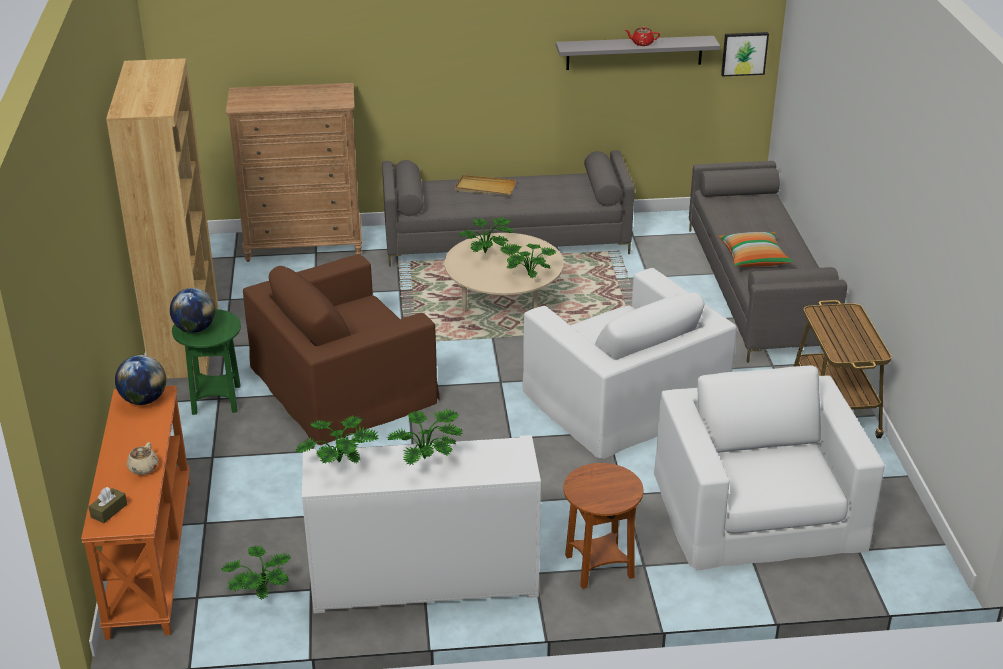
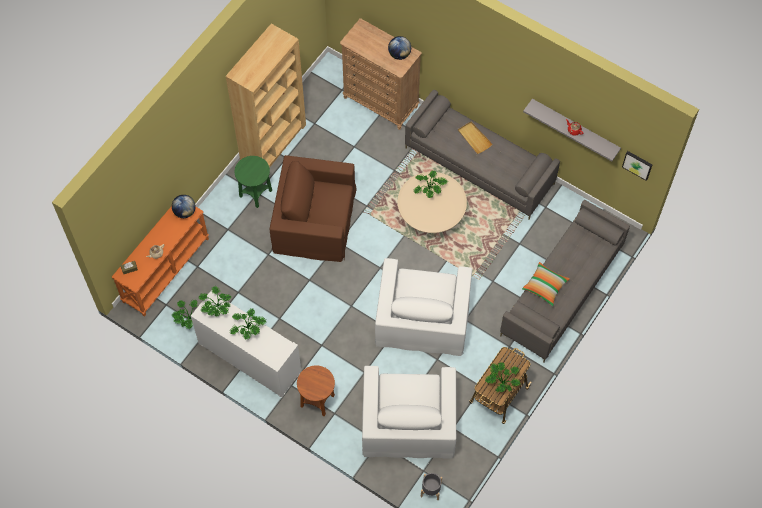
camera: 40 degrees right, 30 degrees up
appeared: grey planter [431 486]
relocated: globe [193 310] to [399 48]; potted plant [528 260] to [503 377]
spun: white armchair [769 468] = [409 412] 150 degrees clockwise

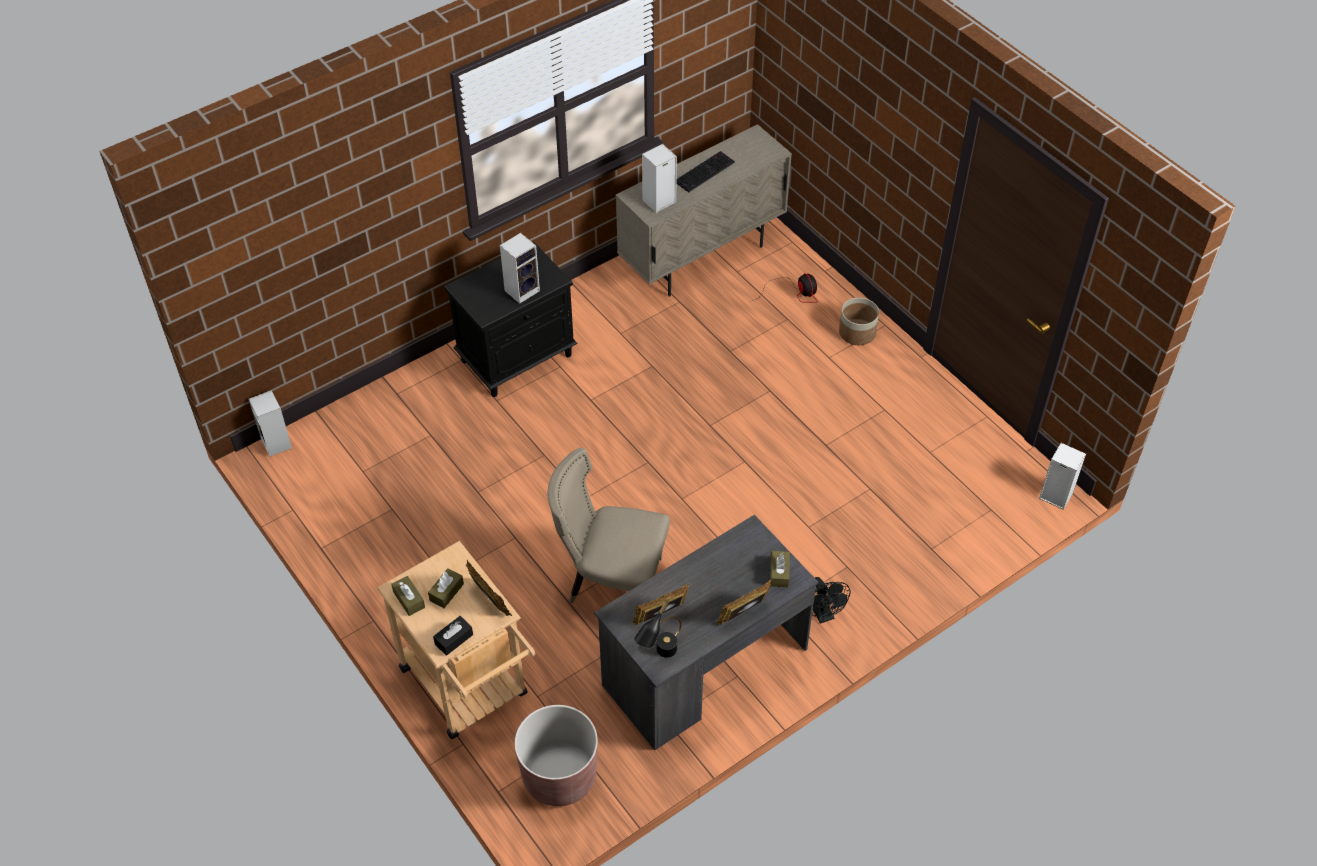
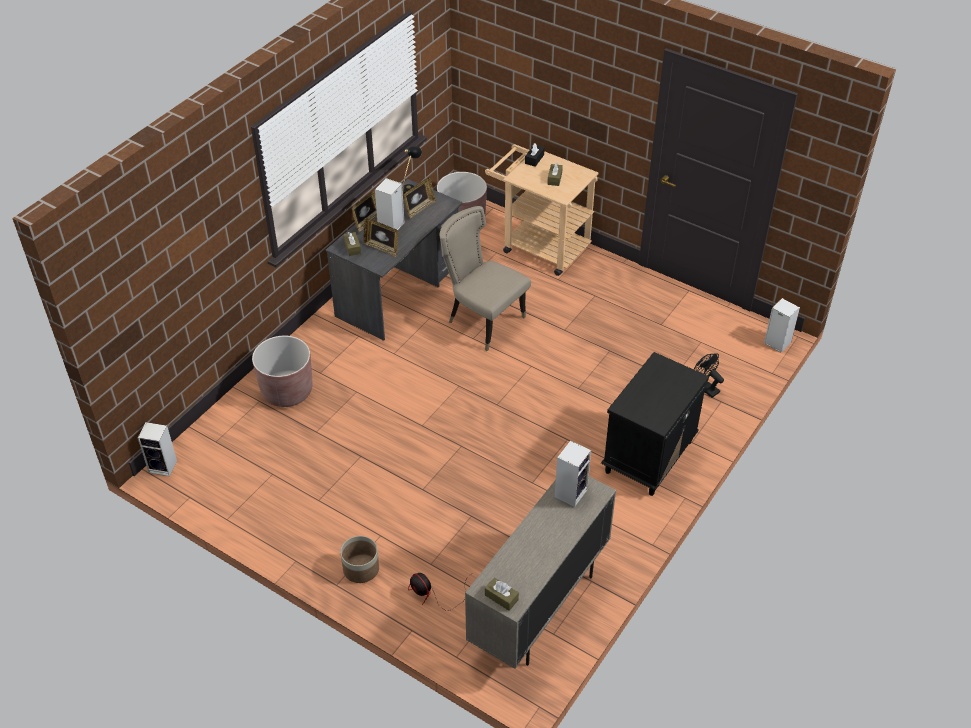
camera: 160 degrees right, 5 degrees down
missing: keyboard [705 171]
appeared: brown planter [282 371]
relocated: brown tissue box [408 596] to [502 594]; picture frame [489 588] to [380 237]; speaker [520 268] to [390 204]; black fan [831 600] to [709 375]
spun: beige chair [608 526] = [485 278] 135 degrees counterclockwise

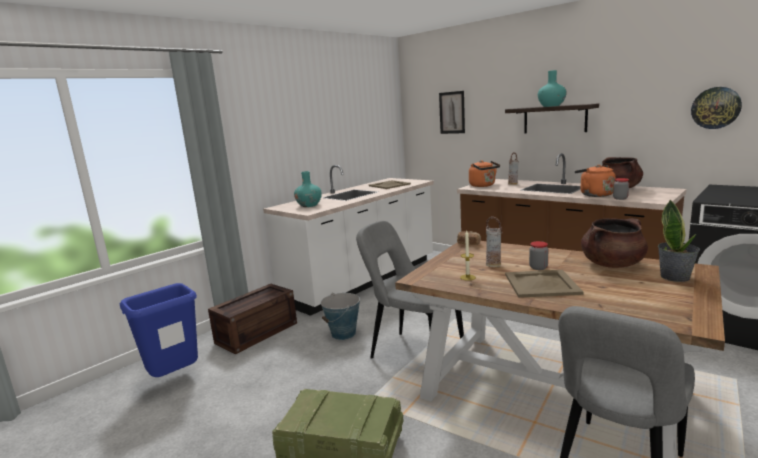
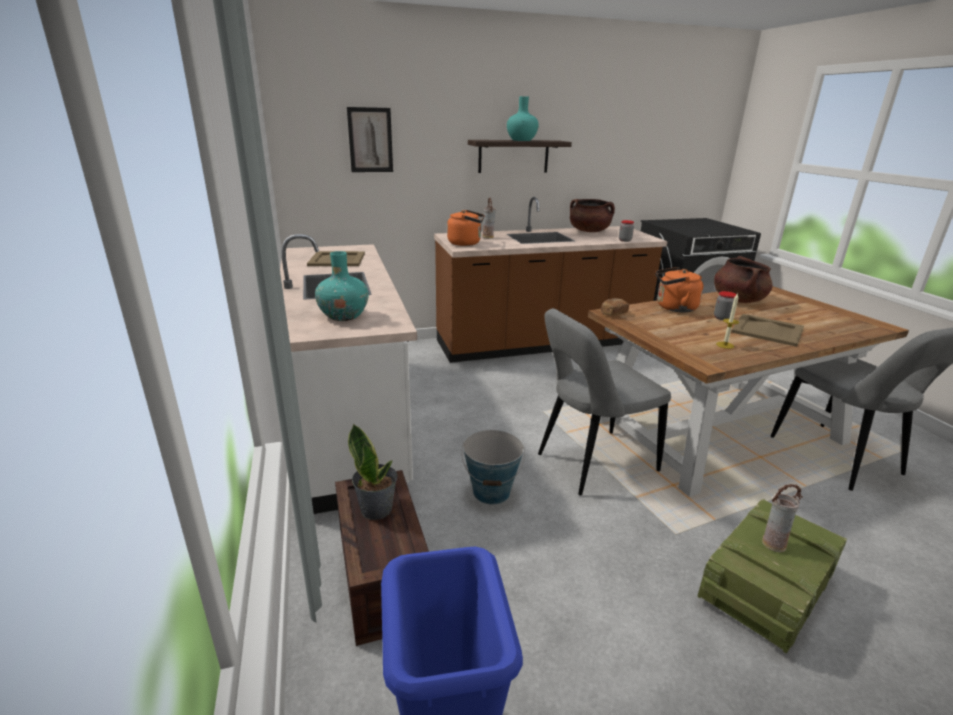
camera: 60 degrees left, 10 degrees up
missing: wall clock [716 108]
relocated: vase [494 241] to [782 518]; orange kettle [595 181] to [679 289]; potted plant [679 240] to [372 471]

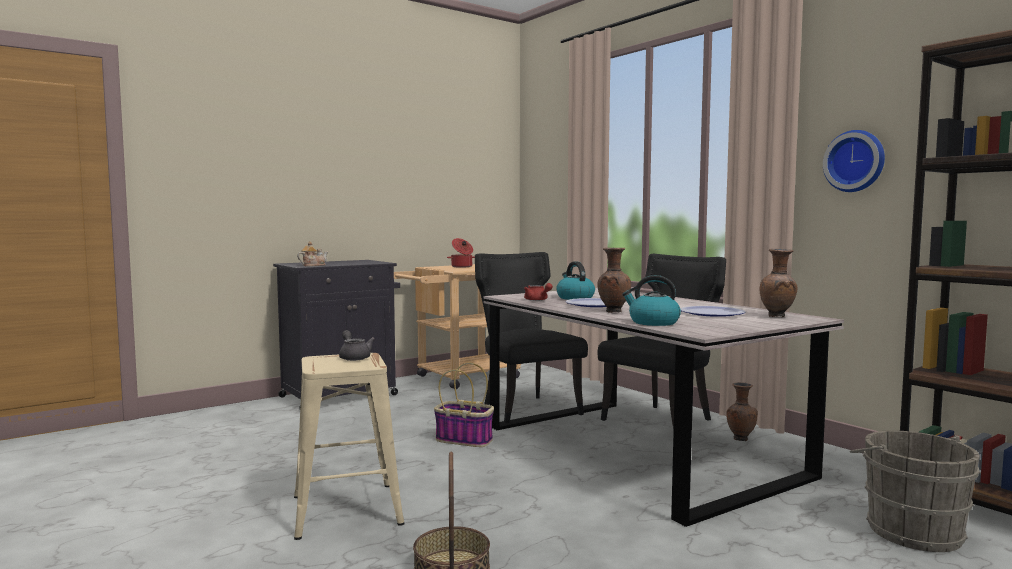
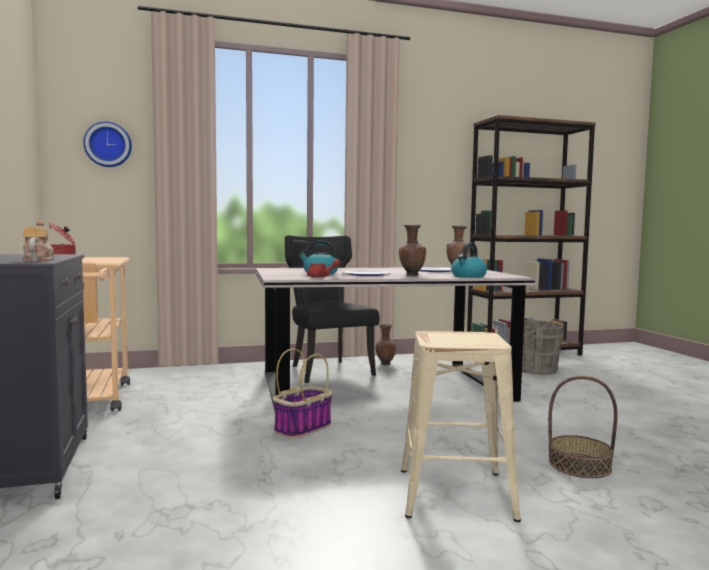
camera: 70 degrees left, 0 degrees up
missing: grey teapot [357 345]; black chair [531 337]
relocated: wall clock [854 161] to [107 144]

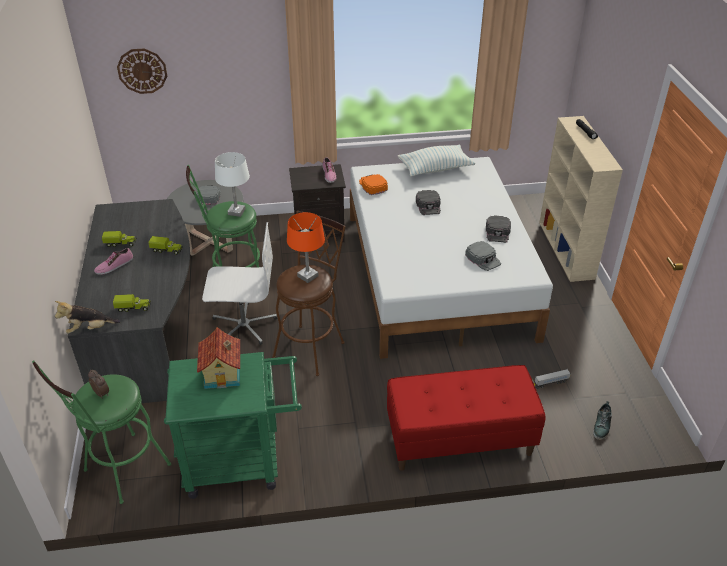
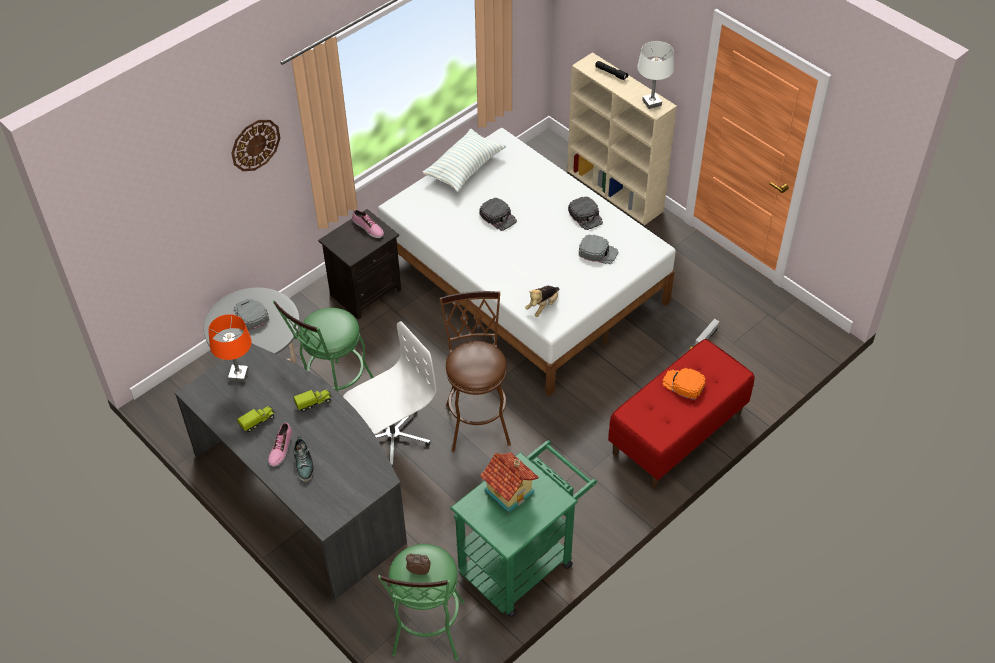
camera: 35 degrees left, 10 degrees up
missing: toy truck [132 303]
relocated: plush toy [87 317] to [542 301]; wall clock [142 71] to [255 145]; white table lamp [232 184] to [655 75]; orange table lamp [306 247] to [230 348]; orange cap [373 184] to [684 384]; shoe [602 420] to [303 459]

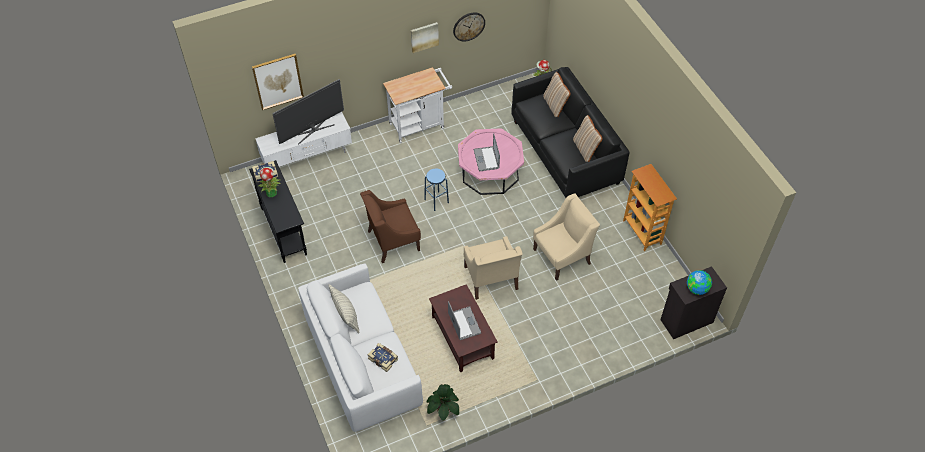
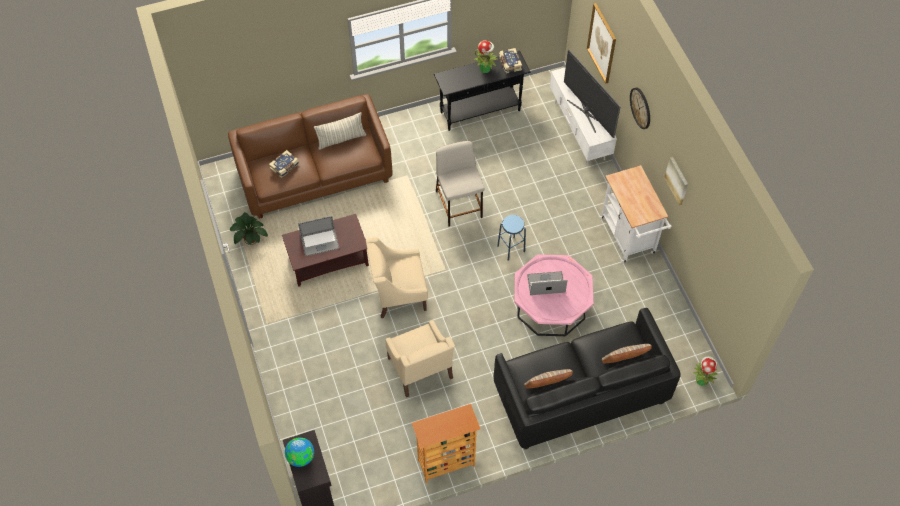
camera: 95 degrees right, 5 degrees up
relocated: wall clock [469 26] to [640 108]
exchanged: brown armchair [390 226] to beige stool [460 184]
colour: white sofa [360 347] to brown sofa [310 156]

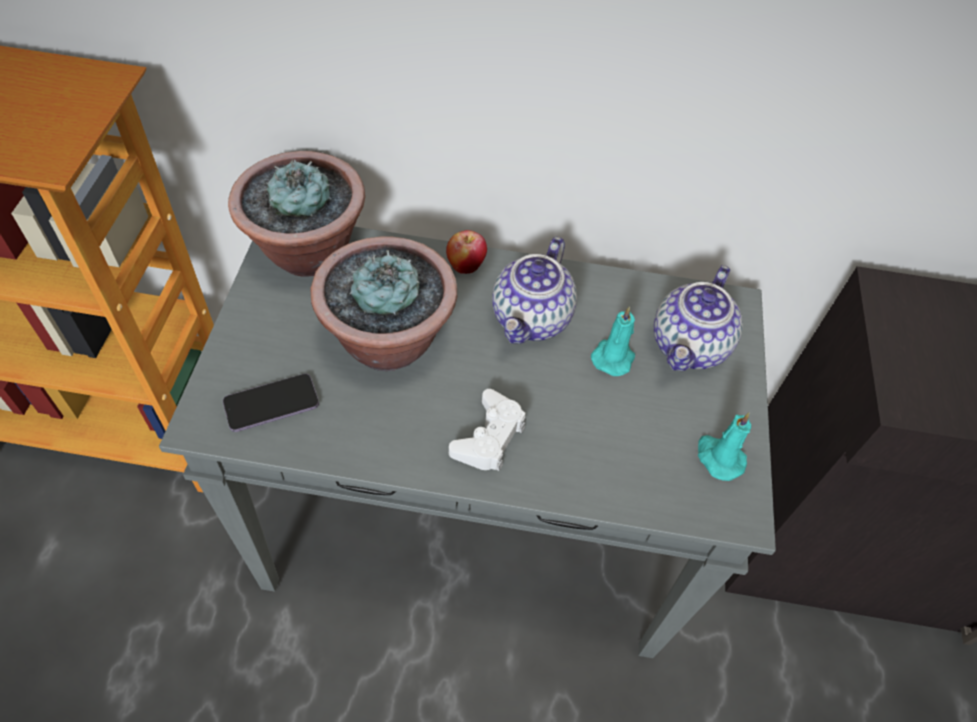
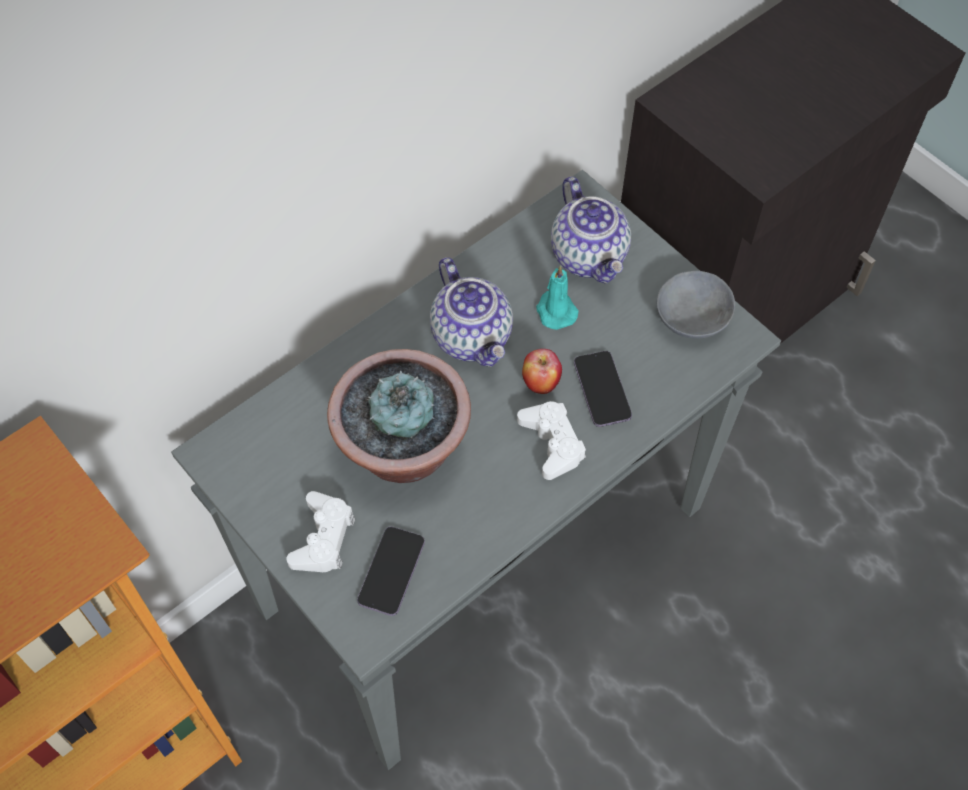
camera: 45 degrees left, 5 degrees up
missing: potted plant [296 214]
appeared: white game controller [320 531]; phone [603 389]
relocated: apple [466 252] to [542 371]
exchanged: turquoise candle [724 446] to grey bowl [696 305]

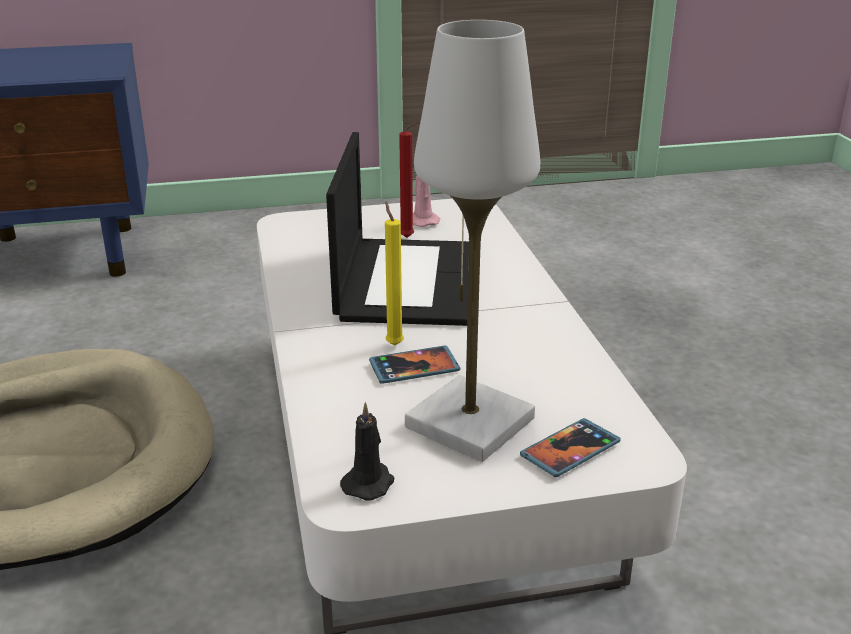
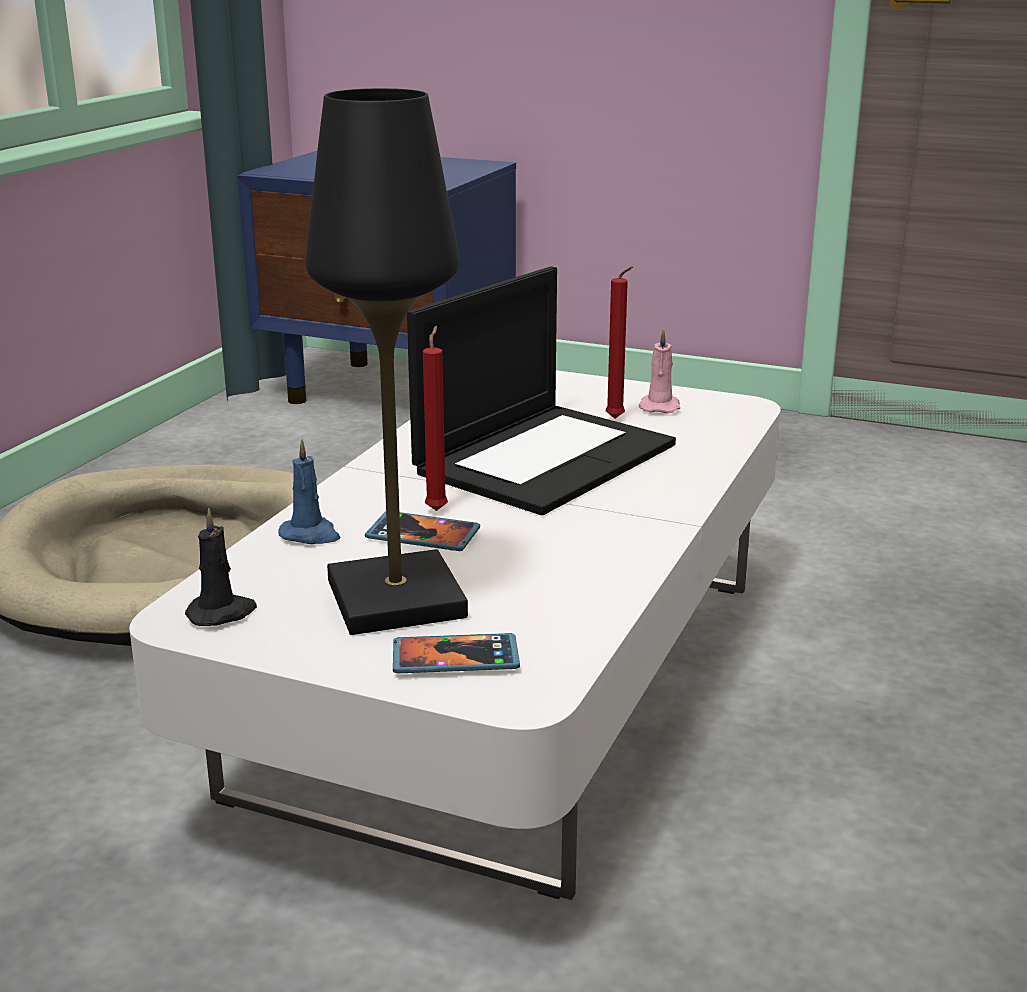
camera: 35 degrees right, 5 degrees down
appeared: blue candle [309 491]
colour: yellow candle [394 274] to red candle [435 418]; white table lamp [472 241] to black table lamp [386 361]

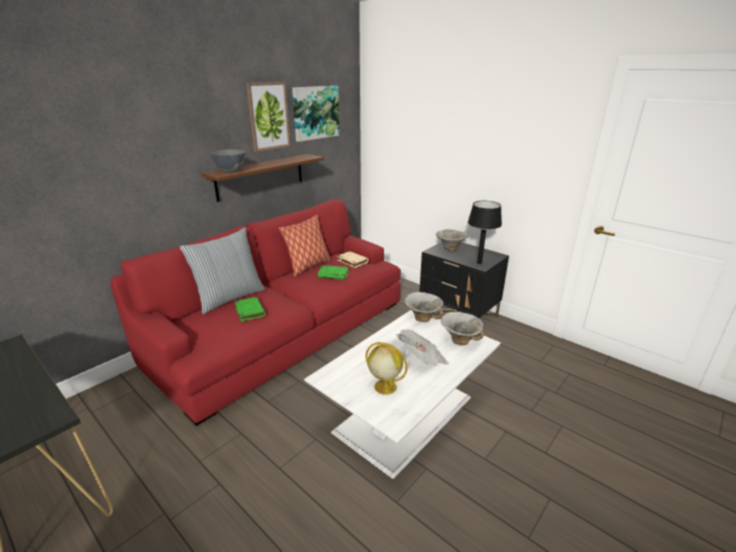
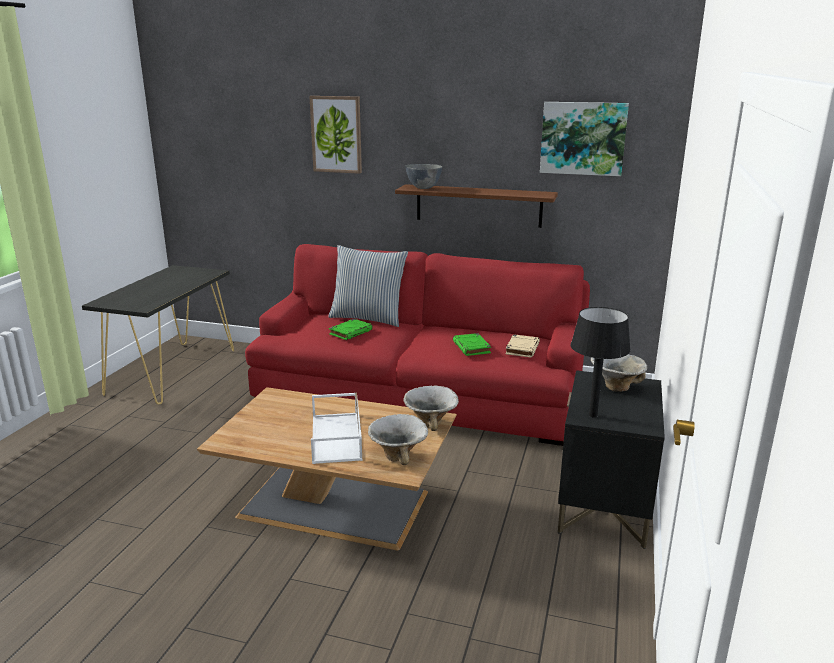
camera: 65 degrees right, 5 degrees down
missing: pillow [304 246]; globe [386 368]
relocated: picture [268 117] to [335 135]
exchanged: newspaper [422 348] to white tray [336 428]
colour: white coffee table [402 394] to brown coffee table [327 468]

